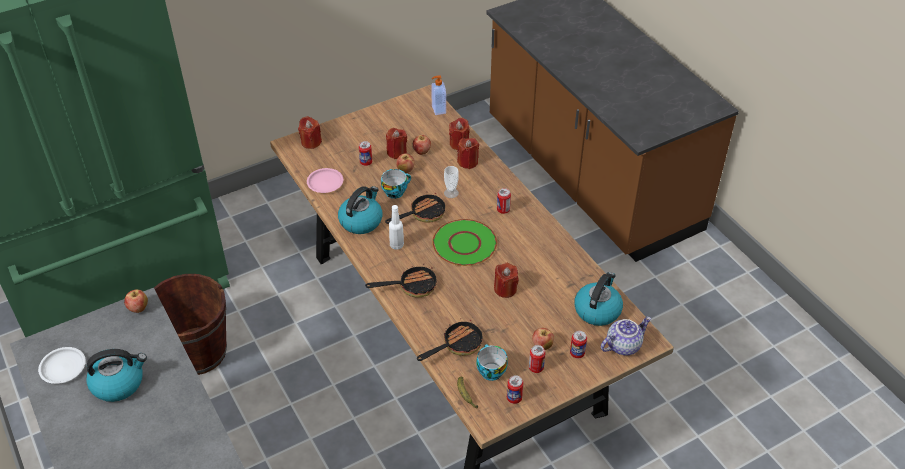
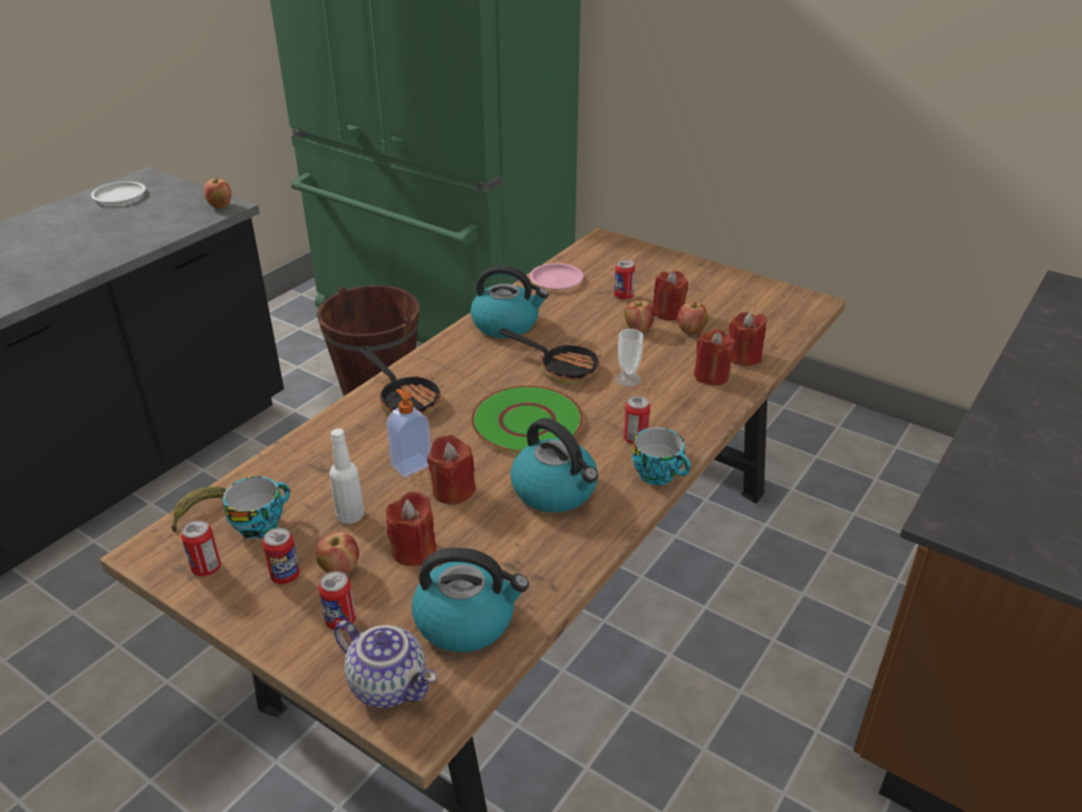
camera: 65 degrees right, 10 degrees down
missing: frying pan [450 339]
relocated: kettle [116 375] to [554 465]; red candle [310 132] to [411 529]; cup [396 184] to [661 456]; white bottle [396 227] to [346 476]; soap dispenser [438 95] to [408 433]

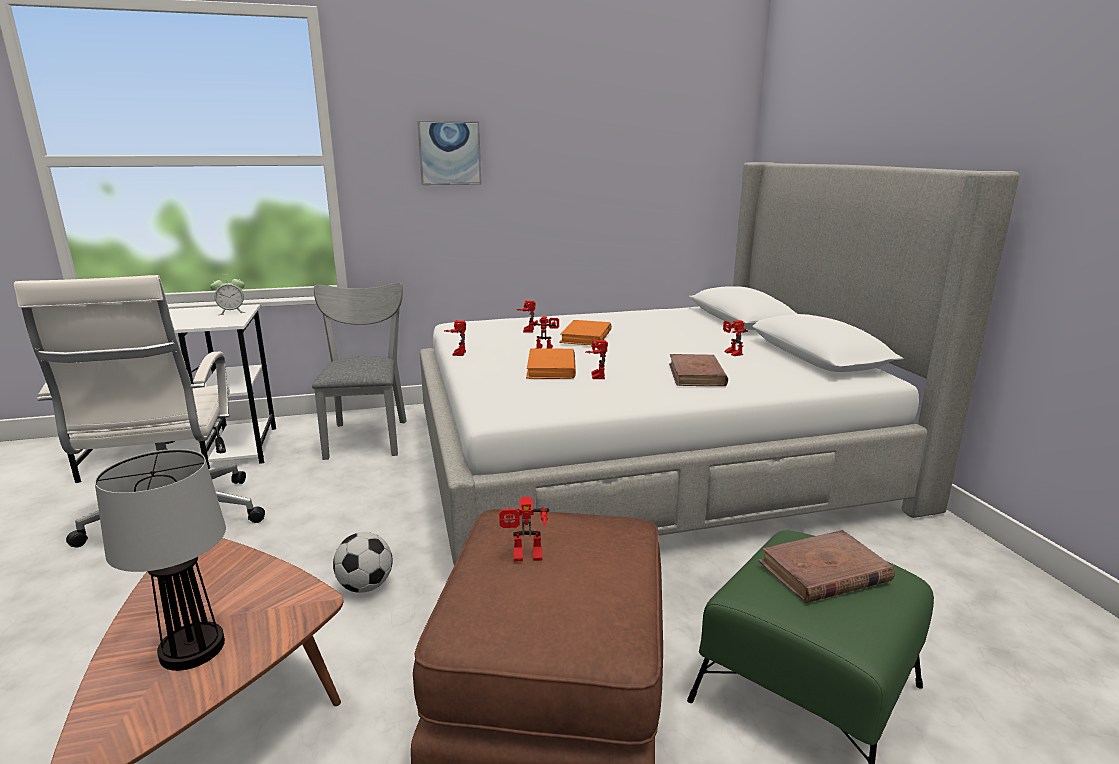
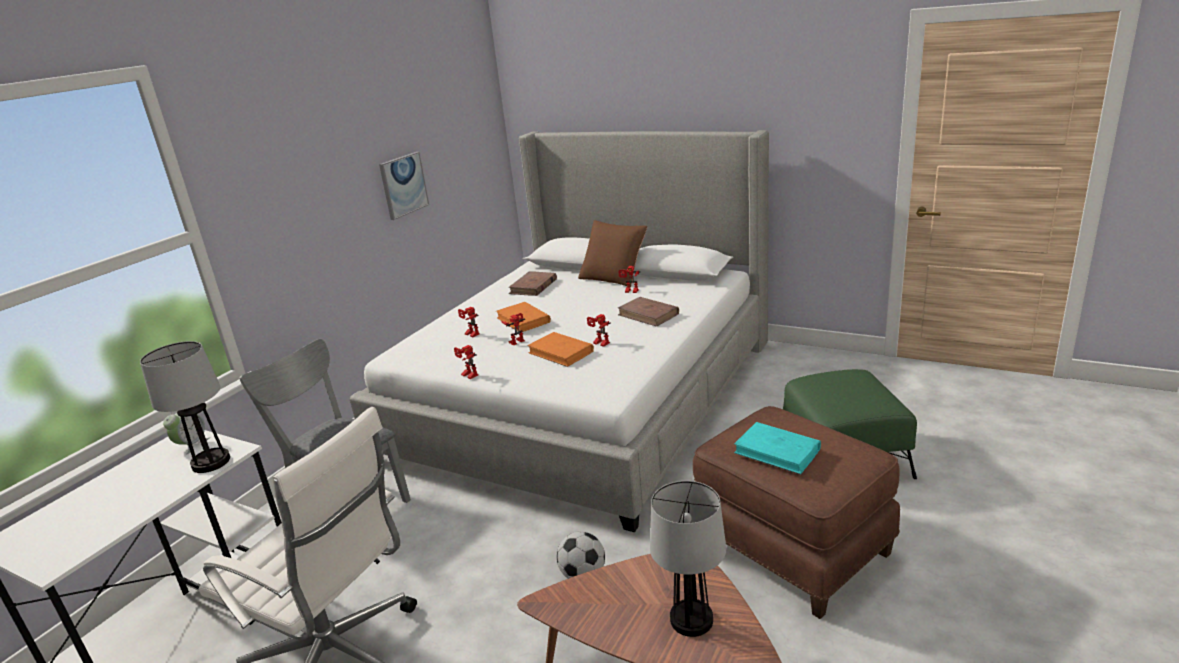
camera: 45 degrees left, 5 degrees up
appeared: table lamp [185 407]; brown pillow [612 253]
relocated: picture [449 153] to [404 186]; brown book [826 566] to [533 283]
exchanged: toy robot [524 529] to turquoise book [777 448]

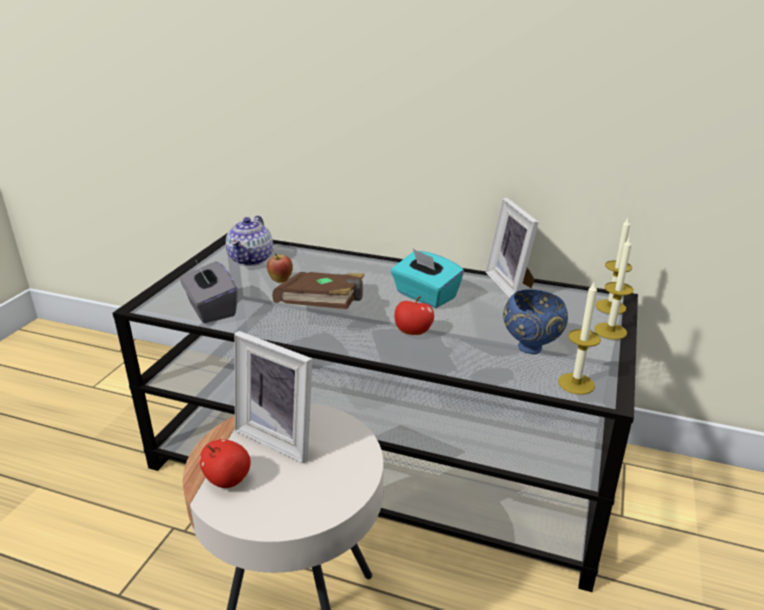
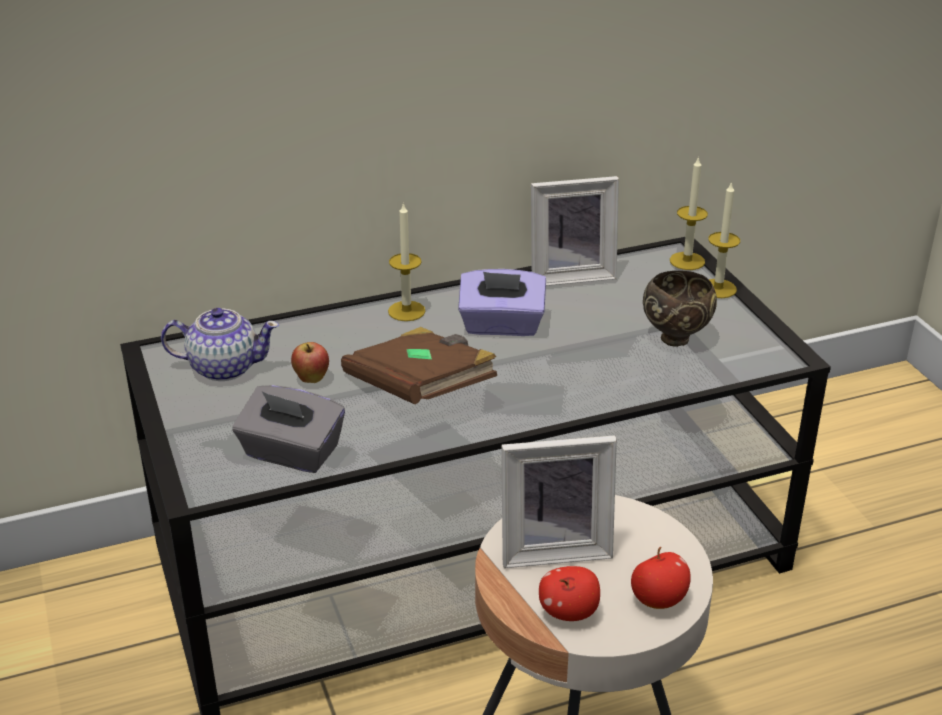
camera: 40 degrees left, 5 degrees up
relocated: apple [414 315] to [661 578]; candle [579 337] to [407 261]
colour: turquoise tissue box [427 278] to purple tissue box [502 302]; blue bowl [535 321] to brown bowl [680 309]
spun: teapot [249 241] = [220 344] 60 degrees counterclockwise; picture frame [512 248] = [575 231] 45 degrees counterclockwise

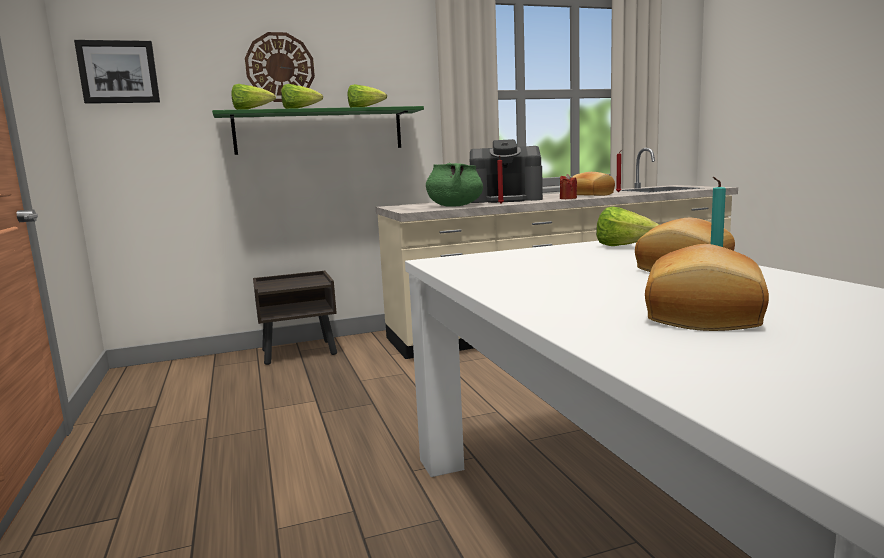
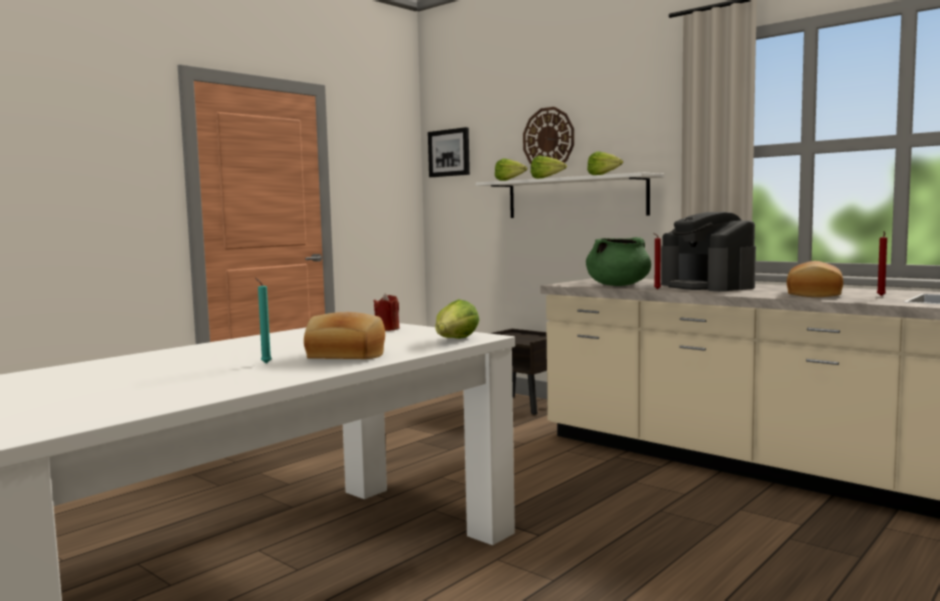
camera: 60 degrees right, 5 degrees down
missing: bread [707 287]
relocated: red candle [568 186] to [386 312]
colour: green shelf [318 130] to white shelf [570 195]

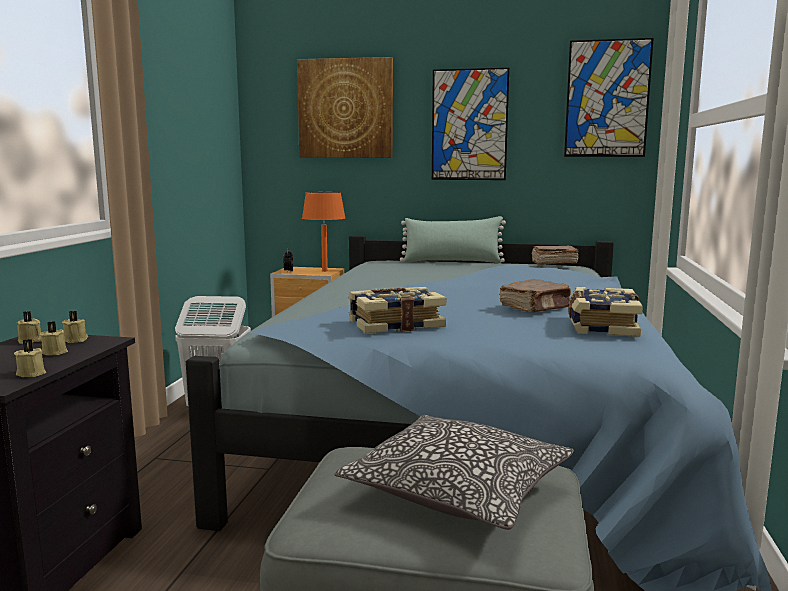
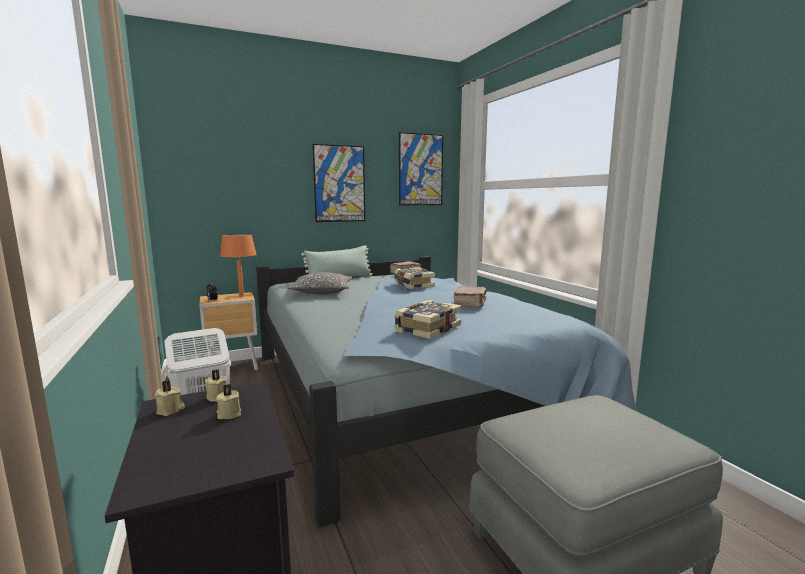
camera: 35 degrees left, 0 degrees up
missing: beige candle [30 358]; picture [345 107]
relocated: pillow [454 472] to [319 283]; book [605 312] to [414 278]

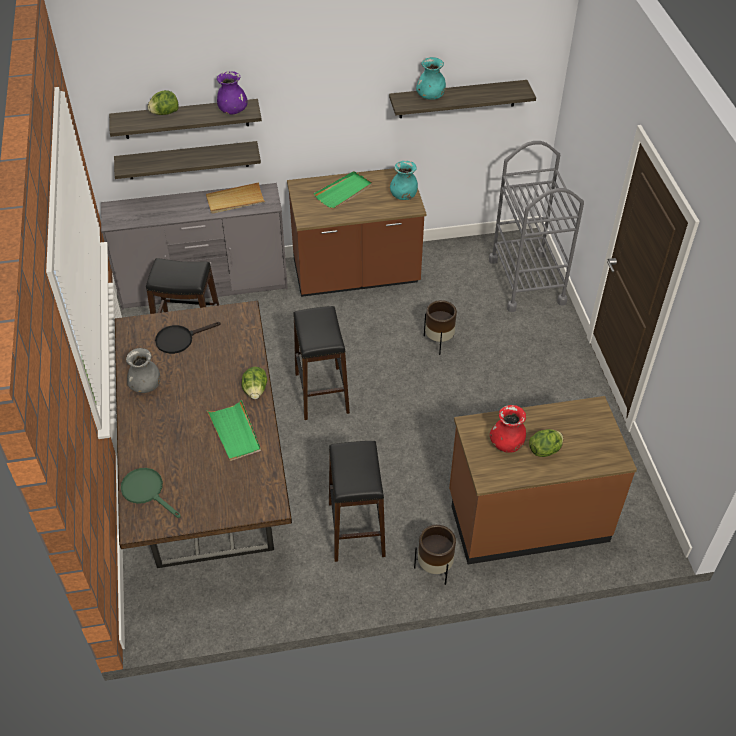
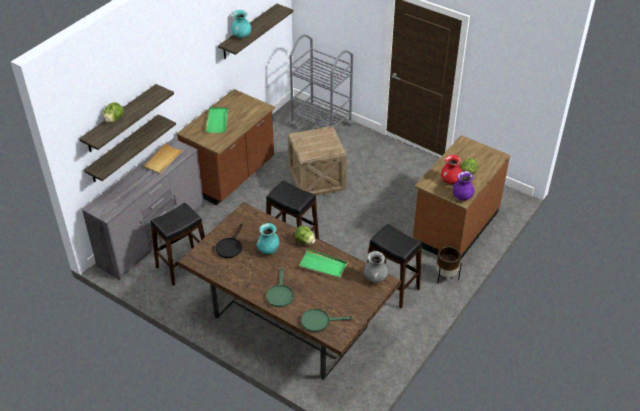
camera: 45 degrees left, 5 degrees down
appeared: green frying pan [280 287]
relocated: grey vase [143 370] to [375 267]; purple vase [232 92] to [464 185]; turquoise vase [404 180] to [268 238]
exchanged: brown planter [440 327] to crate [317 161]

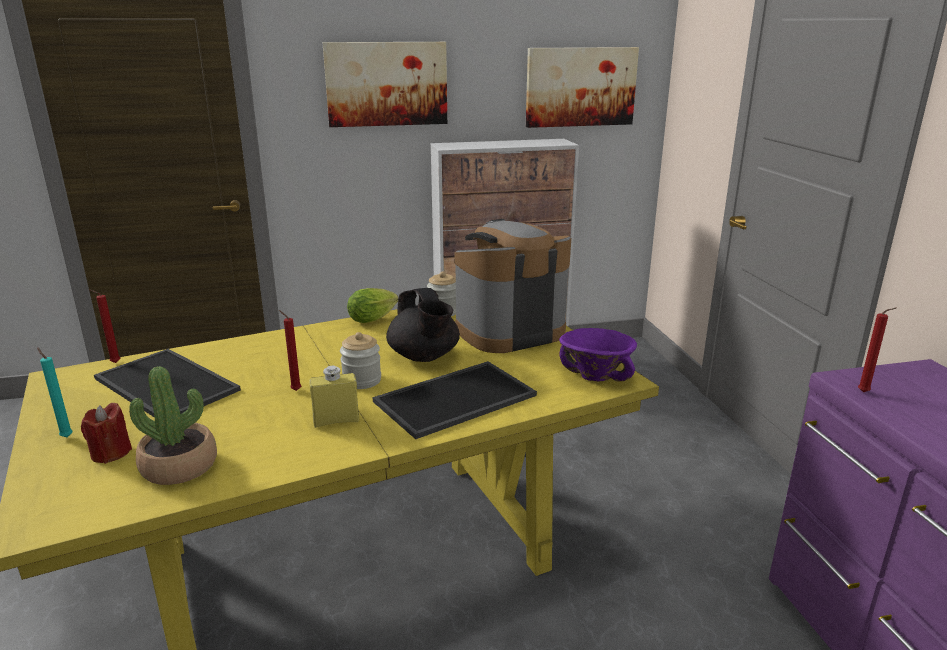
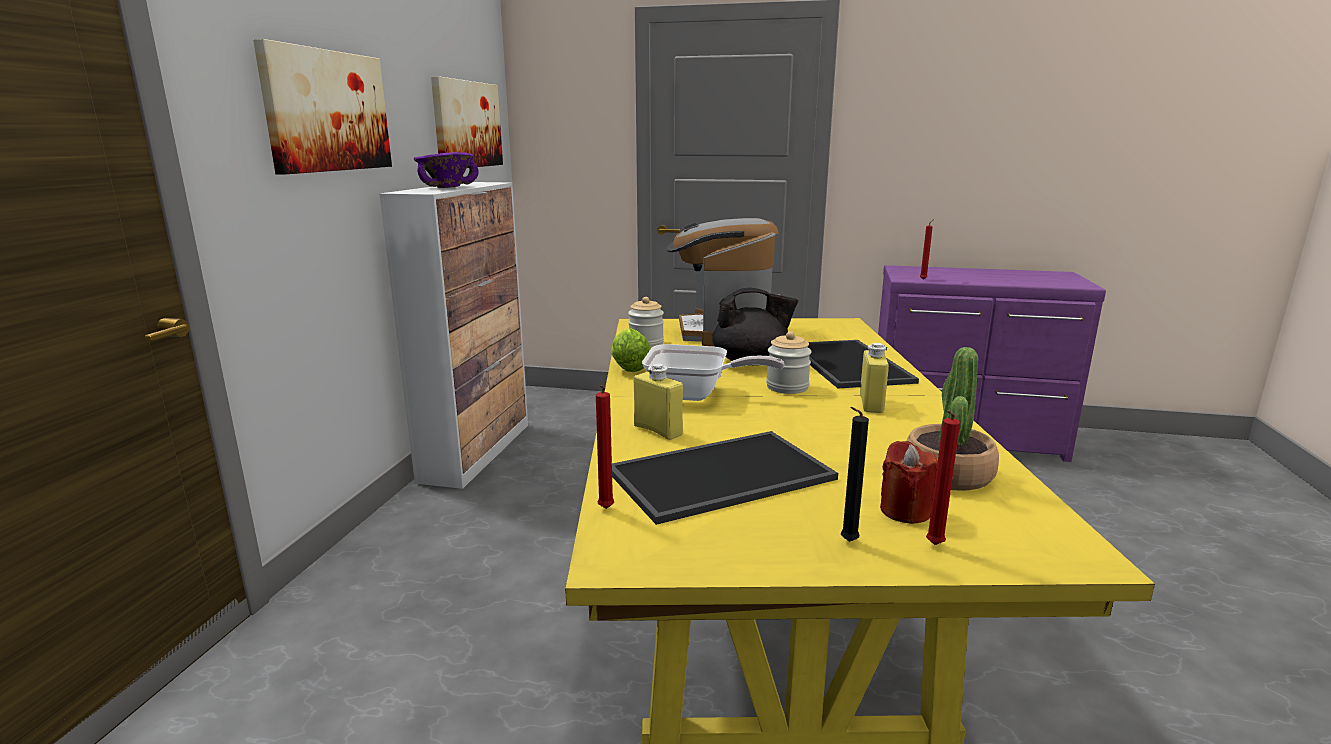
camera: 65 degrees left, 5 degrees down
appeared: yellow bottle [658 401]; frying pan [713 372]
relocated: red candle [290 350] to [943 477]; purple bowl [598 355] to [446 170]
colour: turquoise candle [55 392] to black candle [855 474]

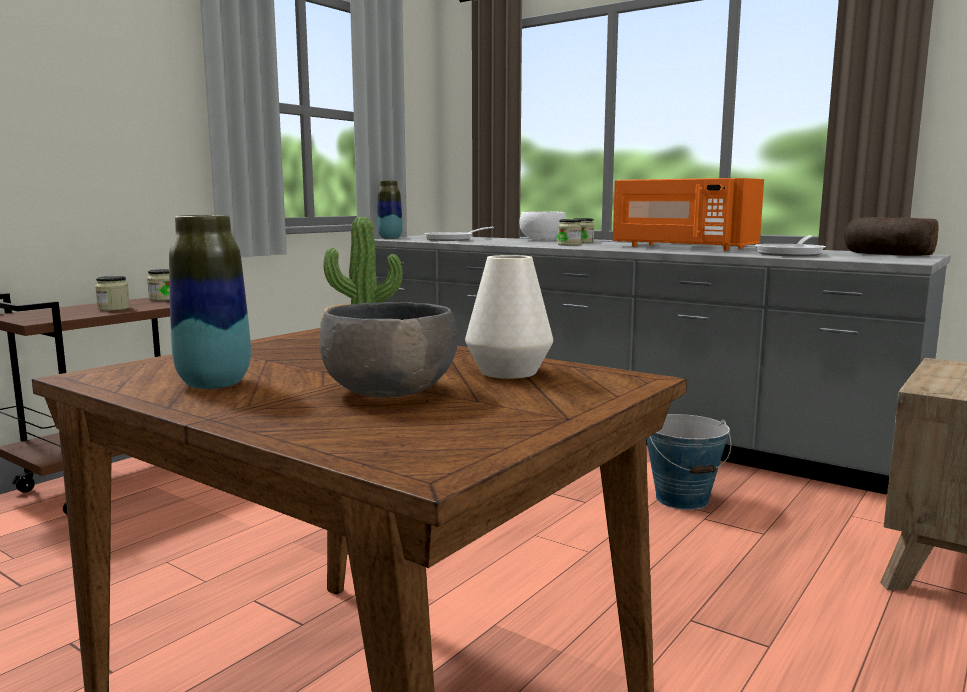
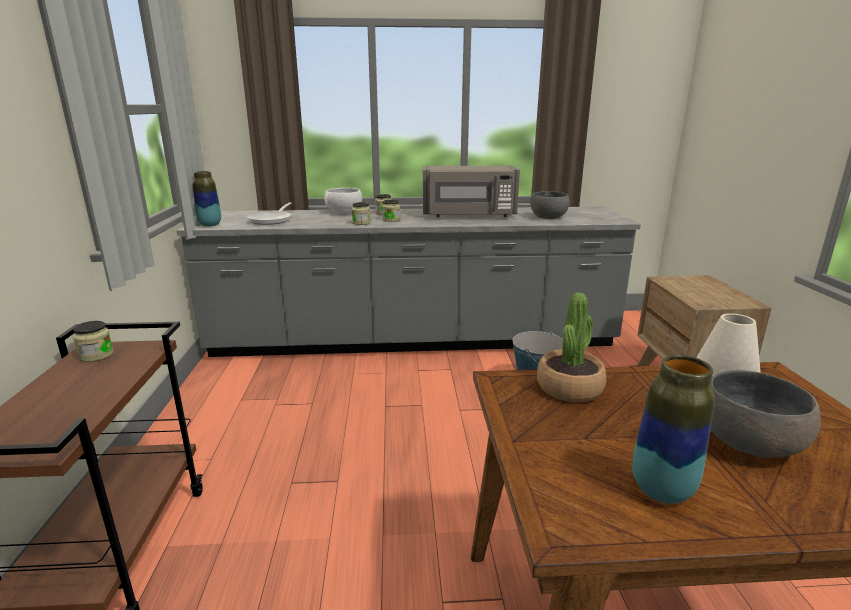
camera: 40 degrees left, 10 degrees up
missing: bread [891 236]
relocated: jar [112 293] to [361 213]
exchanged: frying pan [790 245] to grey bowl [549 205]
colour: orange microwave [688 214] to grey microwave [471 191]

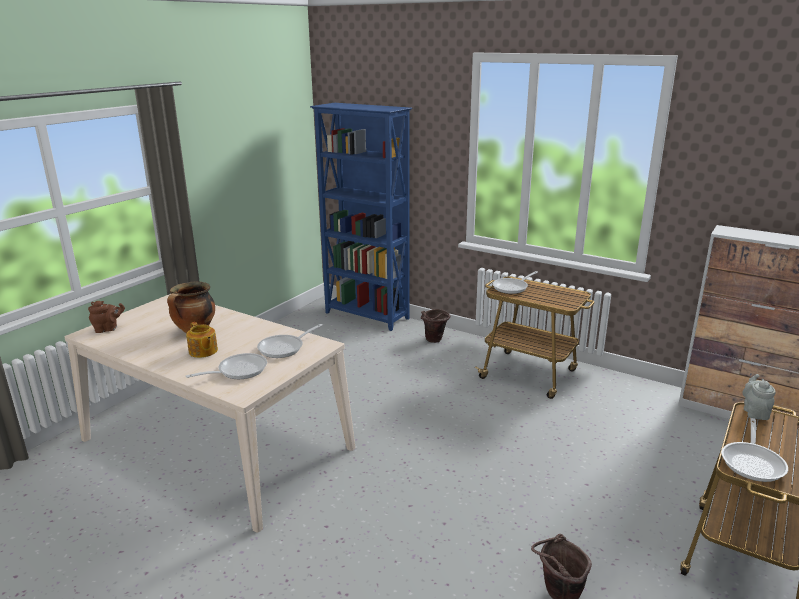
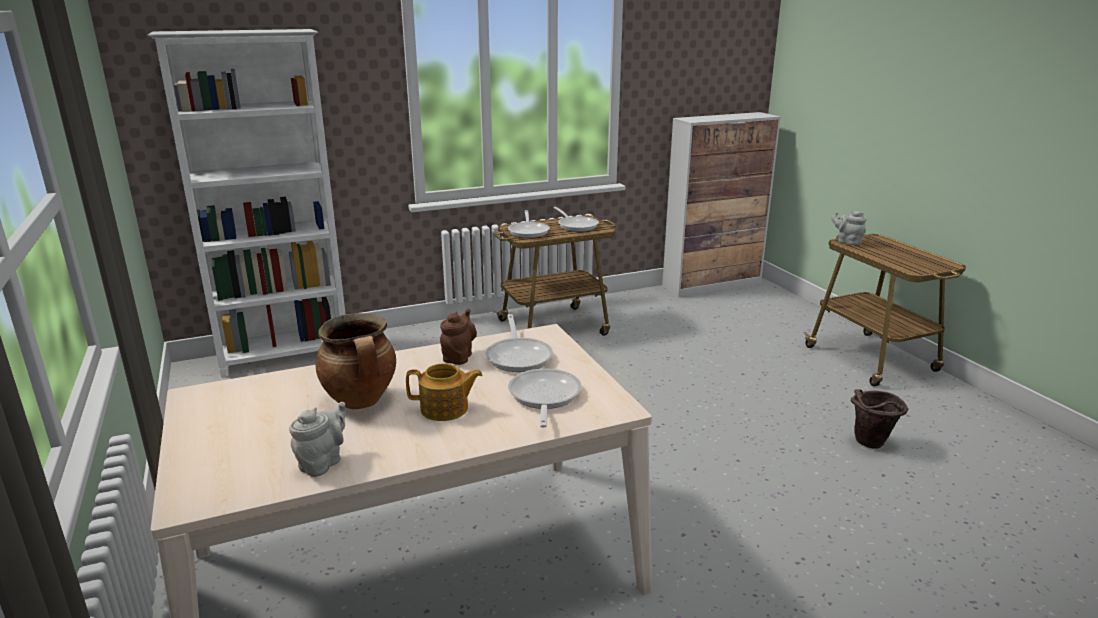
camera: 55 degrees left, 0 degrees up
missing: brown bucket [436 326]
appeared: grey teapot [317 439]
relocated: brown teapot [106 317] to [458 337]; frying pan [754 450] to [576 219]
colour: blue bookcase [361 217] to white bookcase [247 203]

